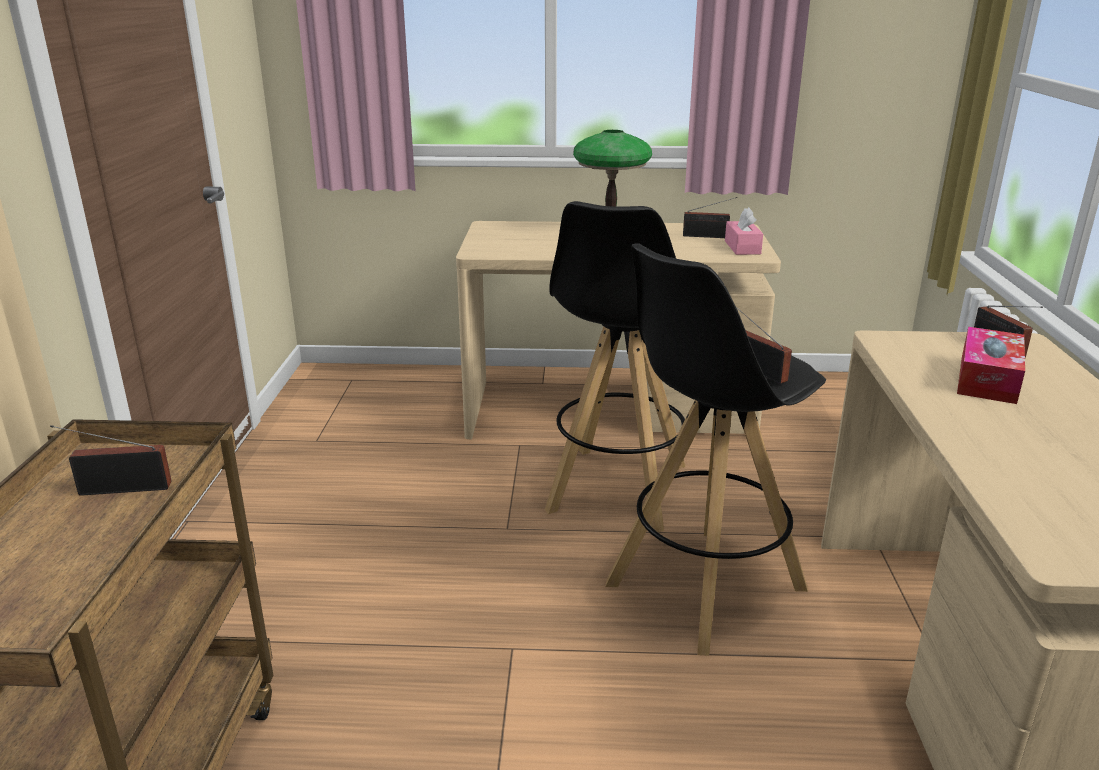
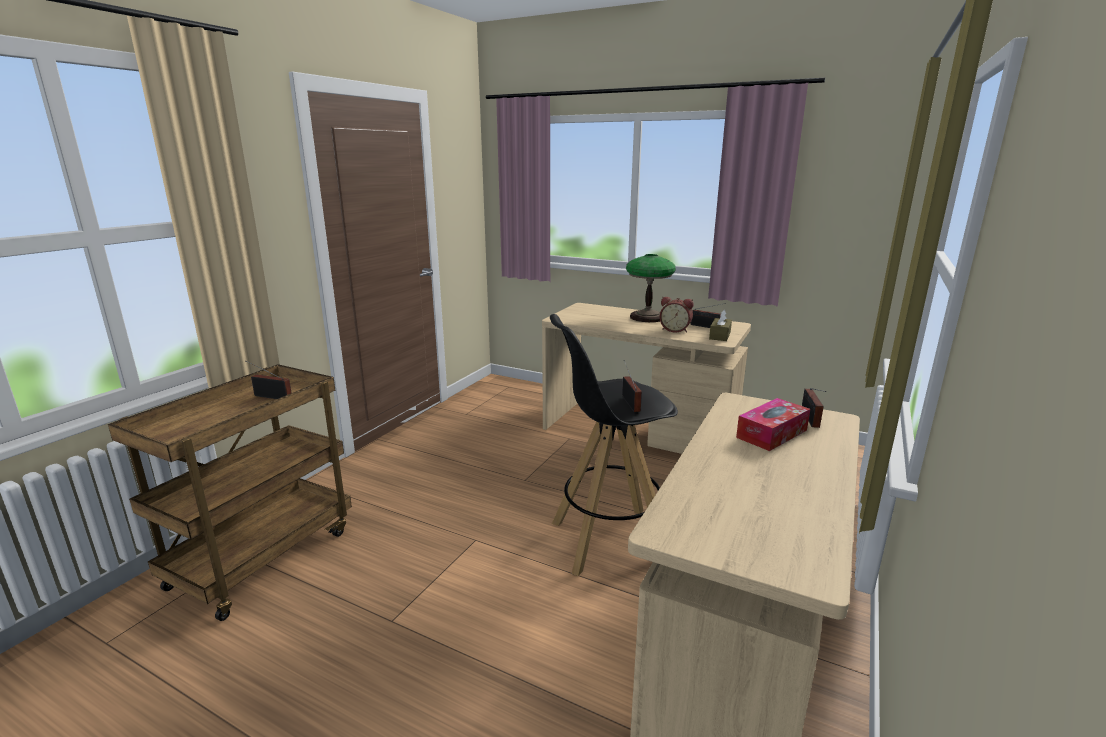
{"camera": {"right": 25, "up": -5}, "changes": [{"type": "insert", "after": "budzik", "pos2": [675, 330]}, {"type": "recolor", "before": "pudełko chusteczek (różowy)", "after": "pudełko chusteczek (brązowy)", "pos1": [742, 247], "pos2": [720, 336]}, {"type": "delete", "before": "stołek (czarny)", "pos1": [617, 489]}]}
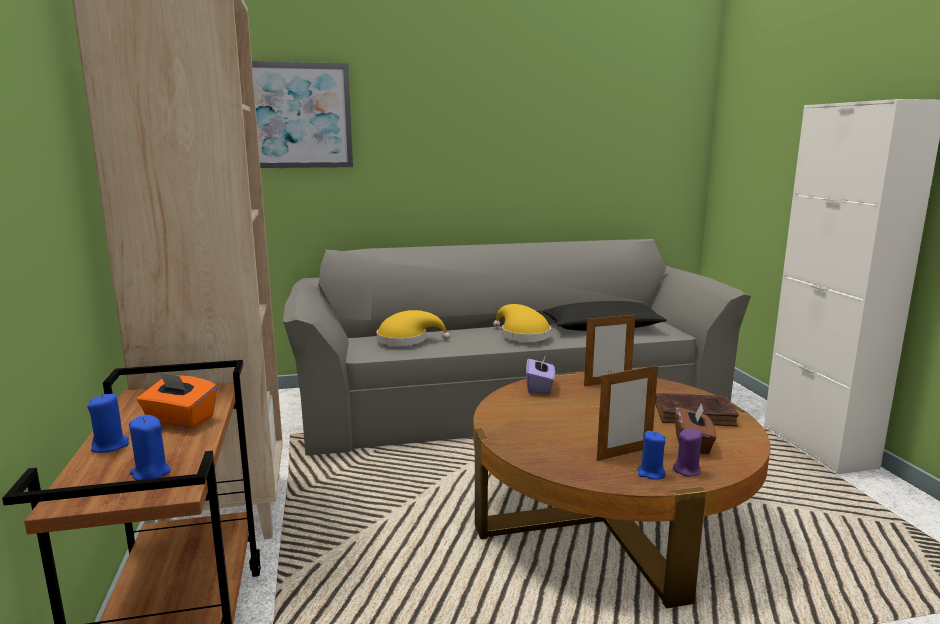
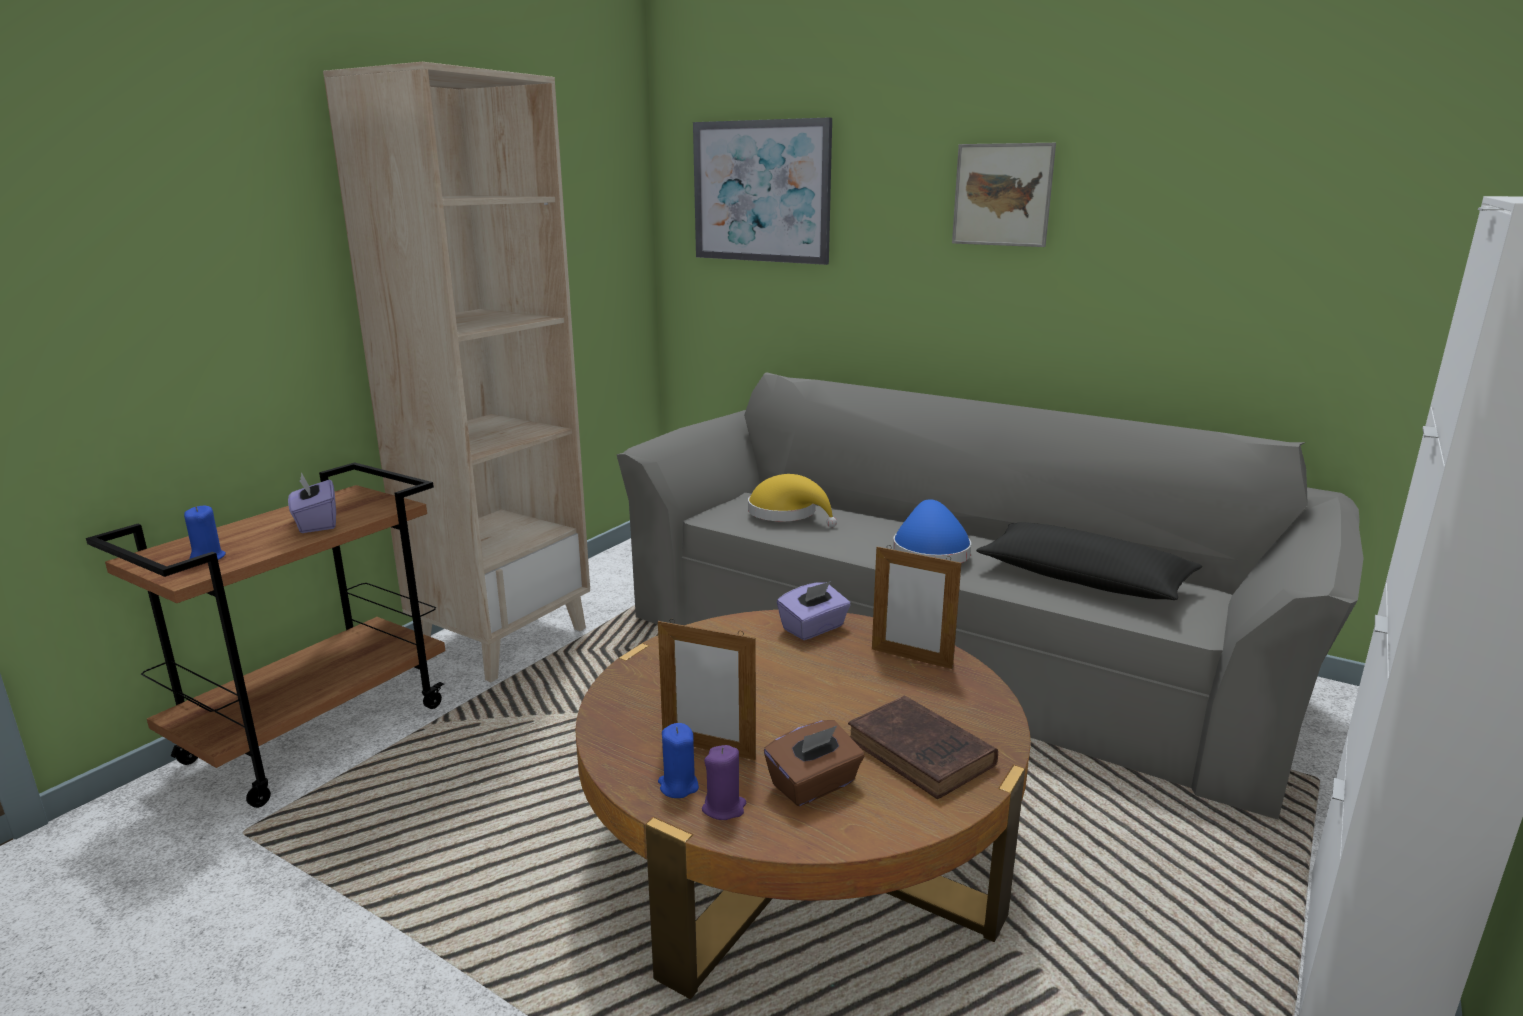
{"camera": {"right": 45, "up": 5}, "changes": [{"type": "recolor", "before": "pudełko chusteczek (pomarańczowy)", "after": "pudełko chusteczek (fioletowy)", "pos1": [180, 420], "pos2": [316, 523]}, {"type": "recolor", "before": "kapelusz (żółty)", "after": "kapelusz (niebieski)", "pos1": [522, 335], "pos2": [929, 551]}, {"type": "insert", "after": "obraz", "pos2": [1002, 195]}, {"type": "delete", "before": "świeca (niebieski)", "pos1": [110, 446]}]}
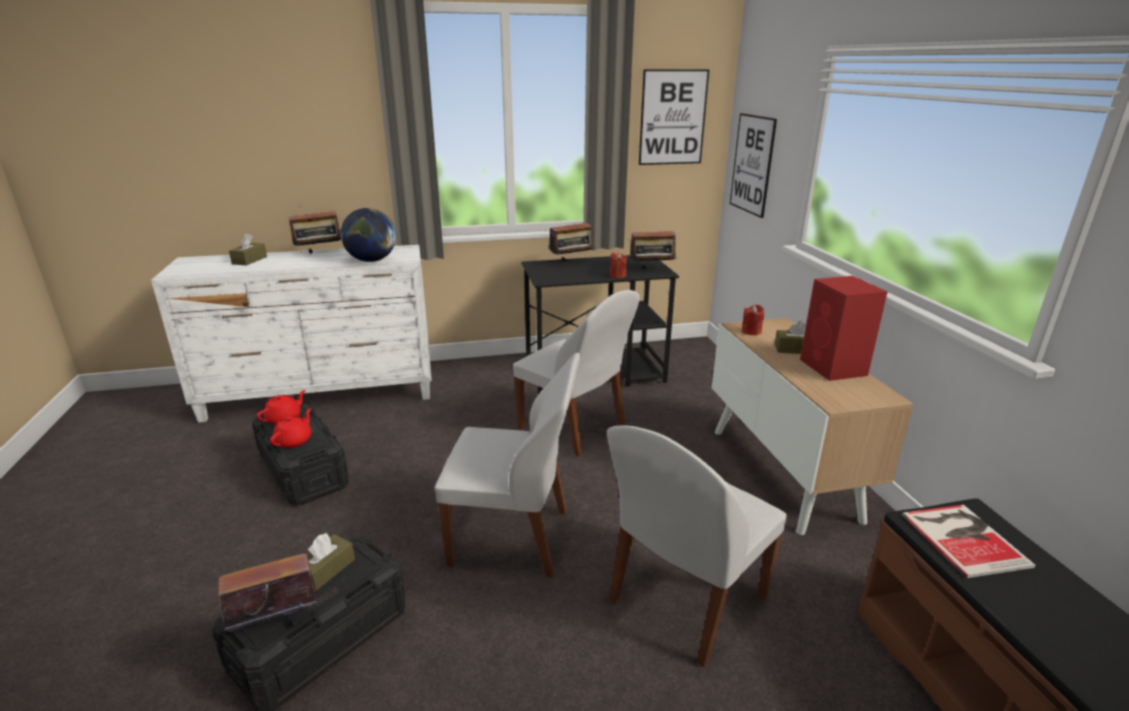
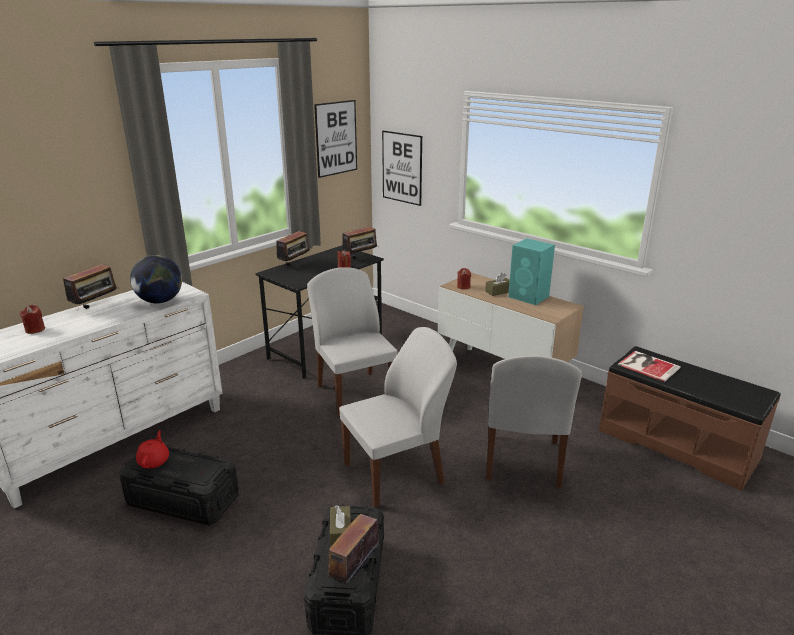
{"camera": {"right": -35, "up": 0}, "changes": [{"type": "replace", "before": "pudełko chusteczek (brązowy)", "after": "świeca (czerwony)", "pos1": [249, 260], "pos2": [35, 330]}, {"type": "rotate", "before": "krzesło (biały)", "pos1": [573, 428], "pos2": [354, 392], "turn": -120}, {"type": "recolor", "before": "głośnik (czerwony)", "after": "głośnik (turkusowy)", "pos1": [834, 368], "pos2": [529, 297]}, {"type": "delete", "before": "imbryk (czerwony)", "pos1": [294, 441]}]}
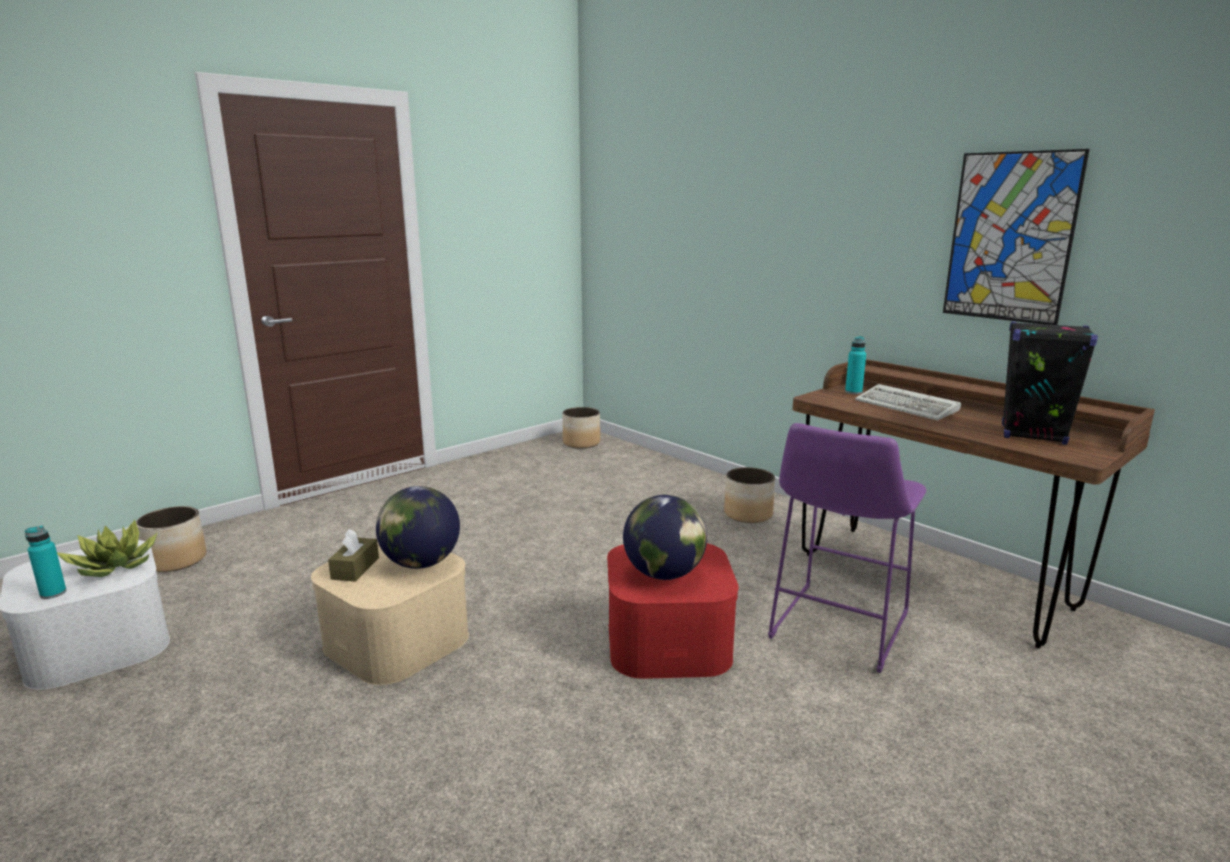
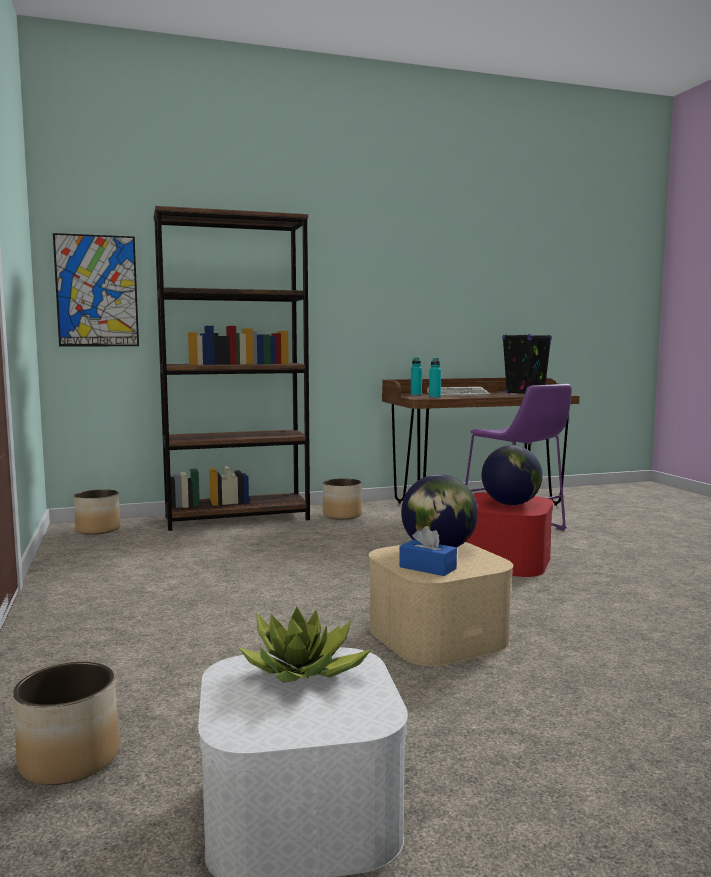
{"camera": {"right": -65, "up": -10}, "changes": [{"type": "move", "before": "obraz", "pos1": [1010, 237], "pos2": [97, 291]}, {"type": "insert", "after": "regał (brązowy)", "pos2": [237, 518]}, {"type": "recolor", "before": "pudełko chusteczek (brązowy)", "after": "pudełko chusteczek (niebieski)", "pos1": [355, 568], "pos2": [427, 568]}, {"type": "move", "before": "butelka (turkusowy)", "pos1": [53, 593], "pos2": [434, 397]}]}
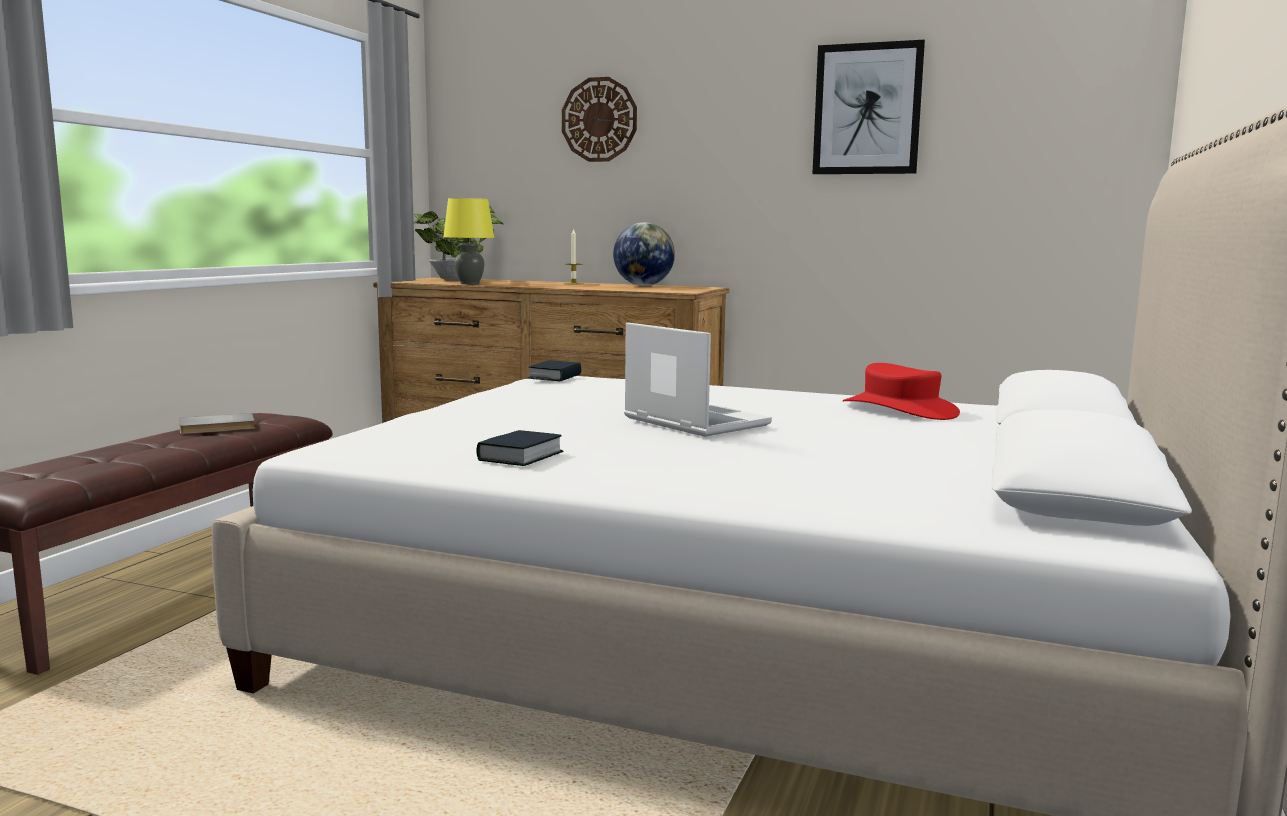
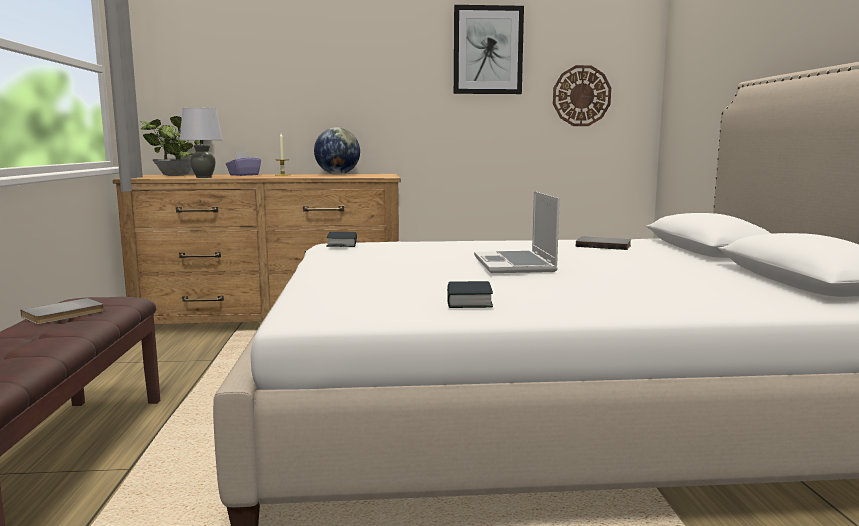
{"camera": {"right": -25, "up": 0}, "changes": [{"type": "recolor", "before": "lampa stołowa (żółty)", "after": "lampa stołowa (szary)", "pos1": [470, 283], "pos2": [204, 177]}, {"type": "insert", "after": "pudełko chusteczek (fioletowy)", "pos2": [244, 175]}, {"type": "rotate", "before": "laptop", "pos1": [693, 422], "pos2": [515, 265], "turn": -120}, {"type": "move", "before": "zegar ścienny", "pos1": [599, 120], "pos2": [581, 96]}, {"type": "replace", "before": "kapelusz (czerwony)", "after": "książka (szary)", "pos1": [900, 409], "pos2": [603, 245]}]}
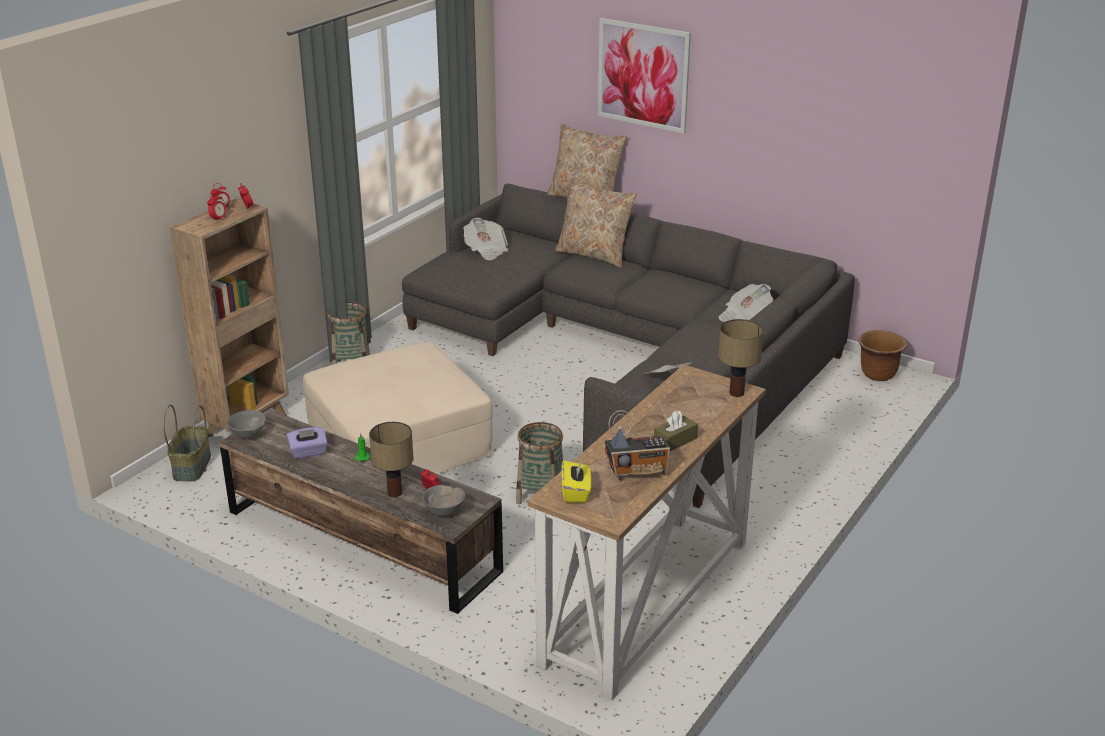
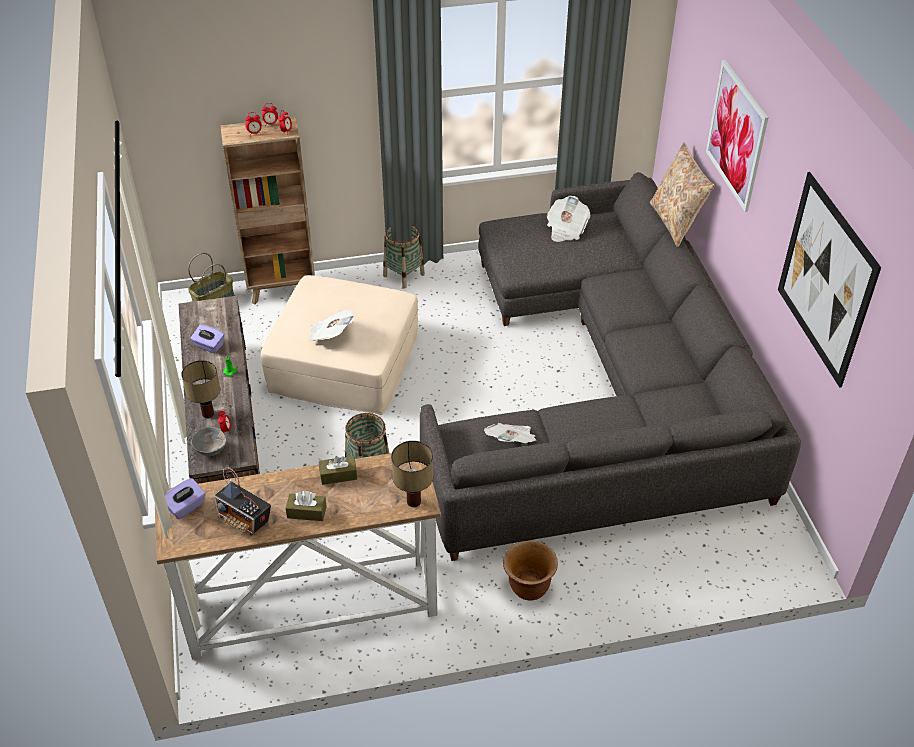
{"camera": {"right": 45, "up": 15}, "changes": [{"type": "recolor", "before": "pudełko chusteczek (żółty)", "after": "pudełko chusteczek (fioletowy)", "pos1": [576, 493], "pos2": [186, 507]}, {"type": "move", "before": "gazeta", "pos1": [744, 317], "pos2": [331, 335]}, {"type": "insert", "after": "pudełko chusteczek (brązowy)", "pos2": [338, 475]}, {"type": "move", "before": "donica (brązowy)", "pos1": [878, 375], "pos2": [528, 588]}, {"type": "insert", "after": "obraz", "pos2": [825, 279]}, {"type": "delete", "before": "miska (szary)", "pos1": [248, 436]}, {"type": "delete", "before": "poduszka (beżowy)", "pos1": [594, 254]}]}
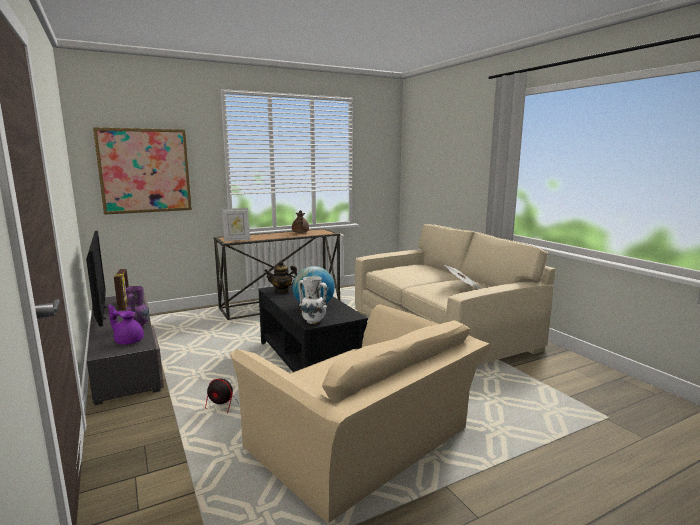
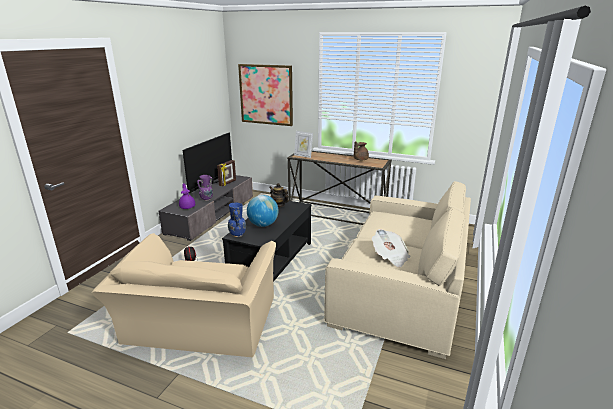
{"camera": {"right": 50, "up": 10}, "changes": [{"type": "recolor", "before": "wazon (biały)", "after": "wazon (niebieski)", "pos1": [313, 321], "pos2": [237, 235]}]}
